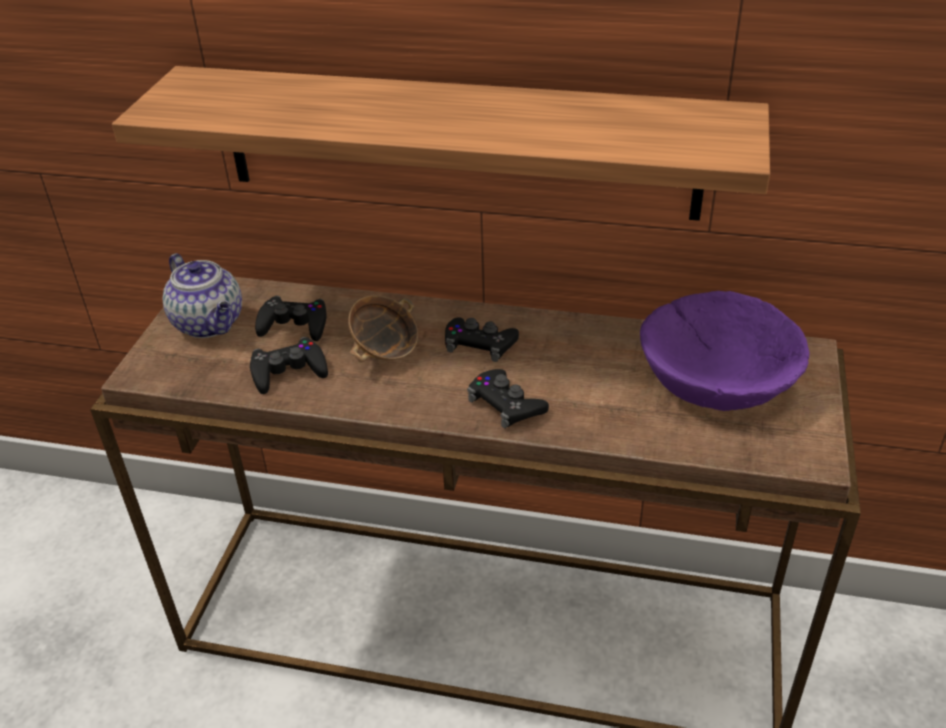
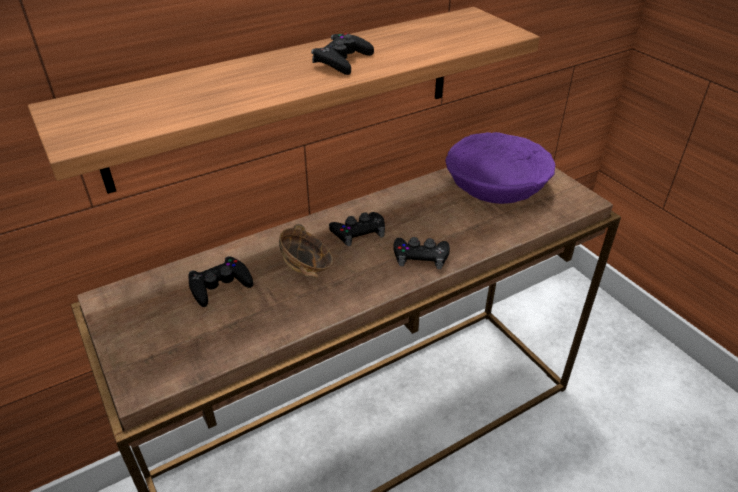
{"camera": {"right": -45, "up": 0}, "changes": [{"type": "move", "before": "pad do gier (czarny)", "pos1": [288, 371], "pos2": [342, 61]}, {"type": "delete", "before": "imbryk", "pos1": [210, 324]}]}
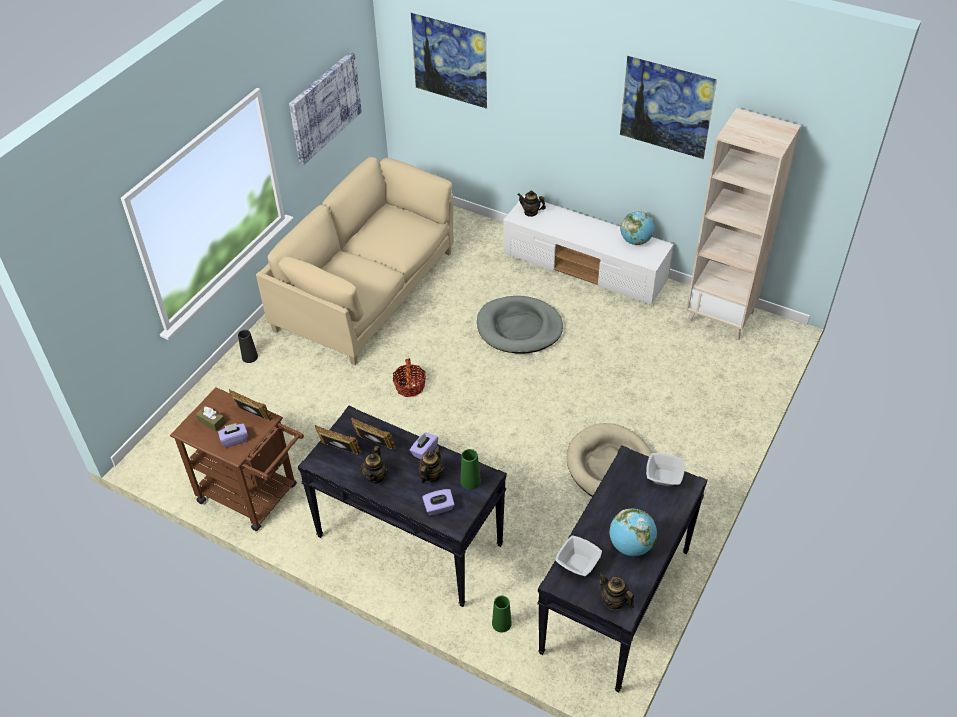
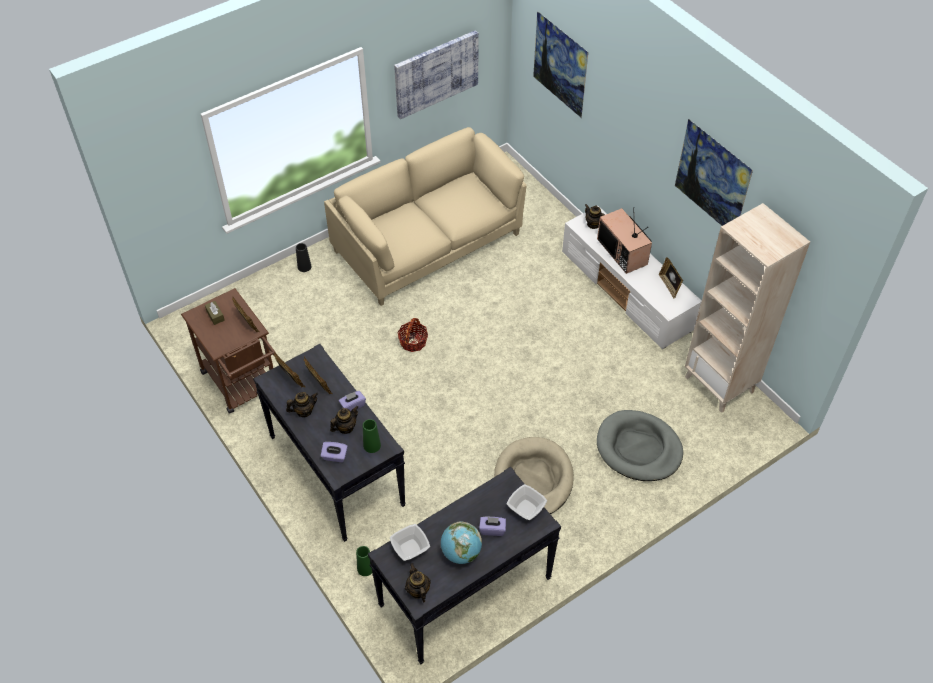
{"camera": {"right": 25, "up": 5}, "changes": [{"type": "rotate", "before": "imbryk", "pos1": [375, 477], "pos2": [304, 411], "turn": -150}, {"type": "move", "before": "pudełko chusteczek (fioletowy)", "pos1": [234, 439], "pos2": [492, 529]}, {"type": "insert", "after": "telewizor", "pos2": [623, 252]}, {"type": "move", "before": "legowisko (szary)", "pos1": [519, 328], "pos2": [638, 448]}, {"type": "replace", "before": "globus", "after": "ramka na zdjęcie", "pos1": [636, 241], "pos2": [669, 286]}]}
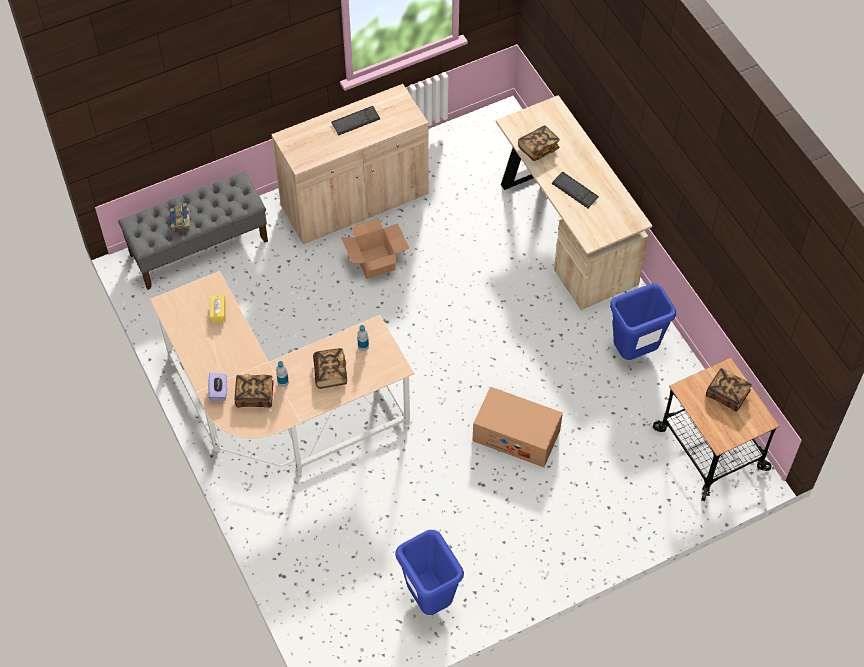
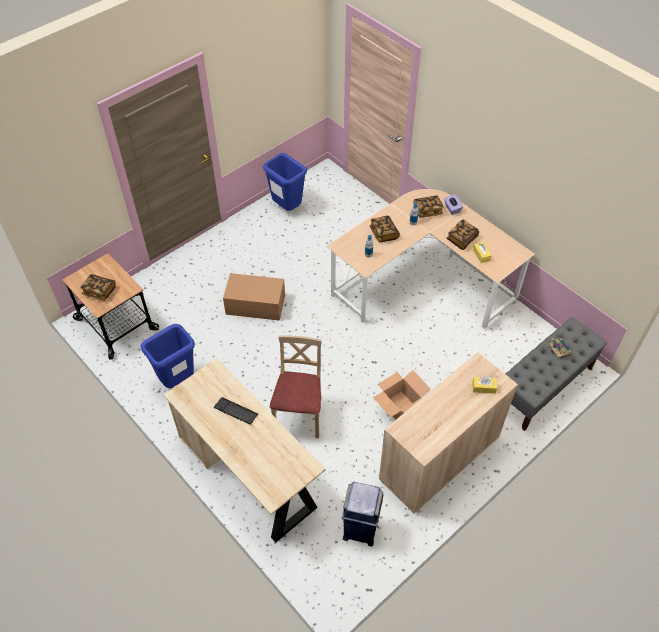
{"camera": {"right": 165, "up": -5}, "changes": [{"type": "insert", "after": "krzesło (beżowy)", "pos2": [299, 416]}, {"type": "insert", "after": "kosz na śmieci (niebieski)", "pos2": [361, 528]}, {"type": "move", "before": "książka", "pos1": [538, 148], "pos2": [462, 239]}, {"type": "insert", "after": "pudełko chusteczek (żółty)", "pos2": [483, 388]}, {"type": "delete", "before": "klawiatura", "pos1": [355, 121]}]}
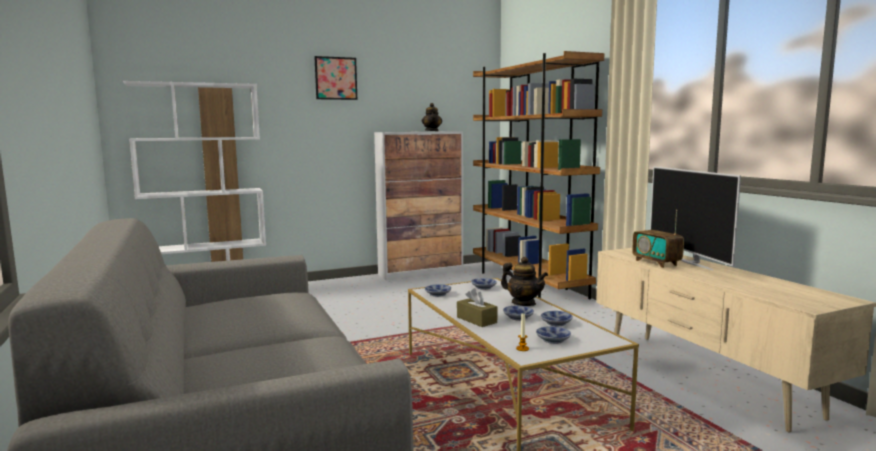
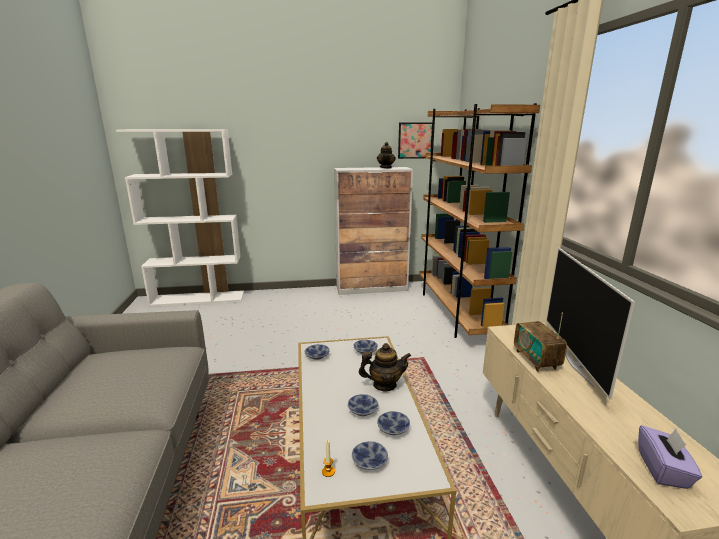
{"camera": {"right": 15, "up": 10}, "changes": [{"type": "rotate", "before": "imbryk", "pos1": [523, 303], "pos2": [384, 385], "turn": -60}, {"type": "move", "before": "obraz", "pos1": [336, 78], "pos2": [415, 140]}, {"type": "insert", "after": "pudełko chusteczek (fioletowy)", "pos2": [663, 470]}, {"type": "delete", "before": "pudełko chusteczek (brązowy)", "pos1": [476, 320]}]}
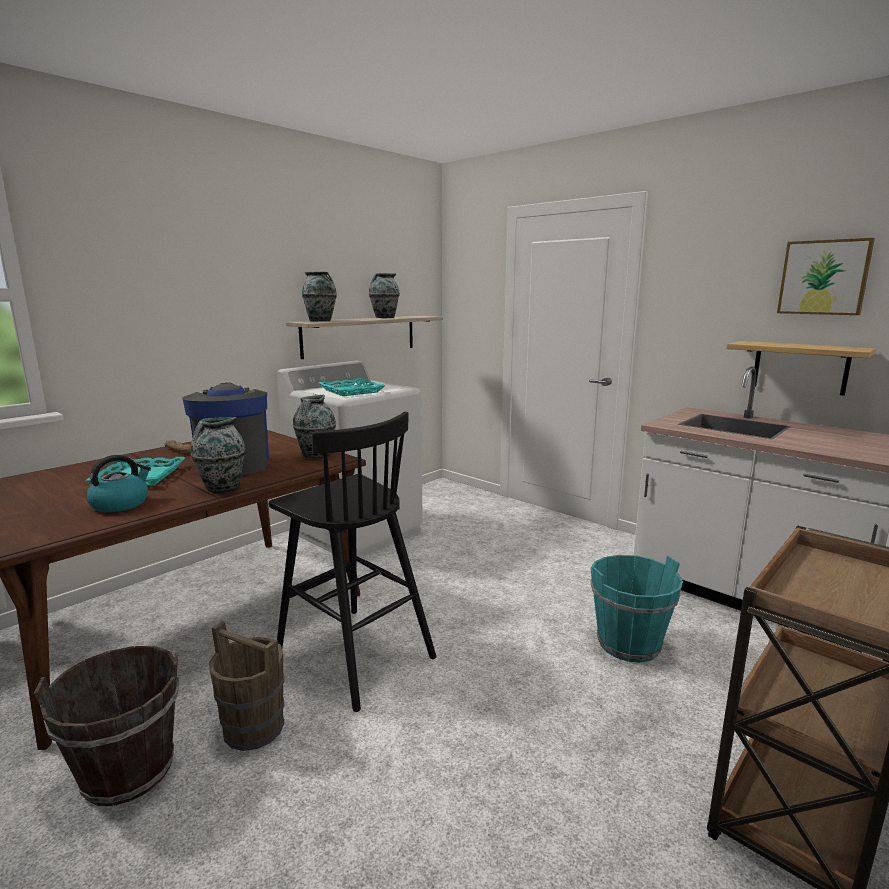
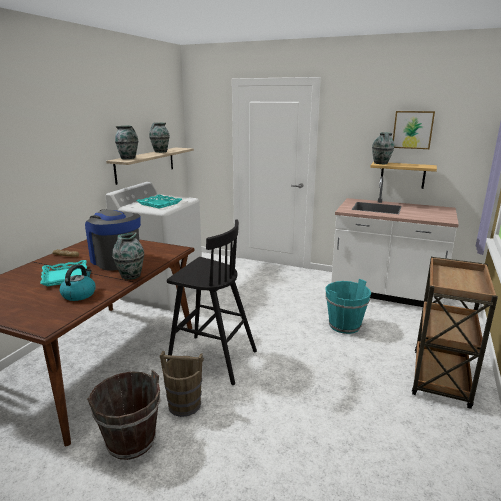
{"camera": {"right": -20, "up": 5}, "changes": [{"type": "move", "before": "wazon", "pos1": [316, 455], "pos2": [381, 163]}]}
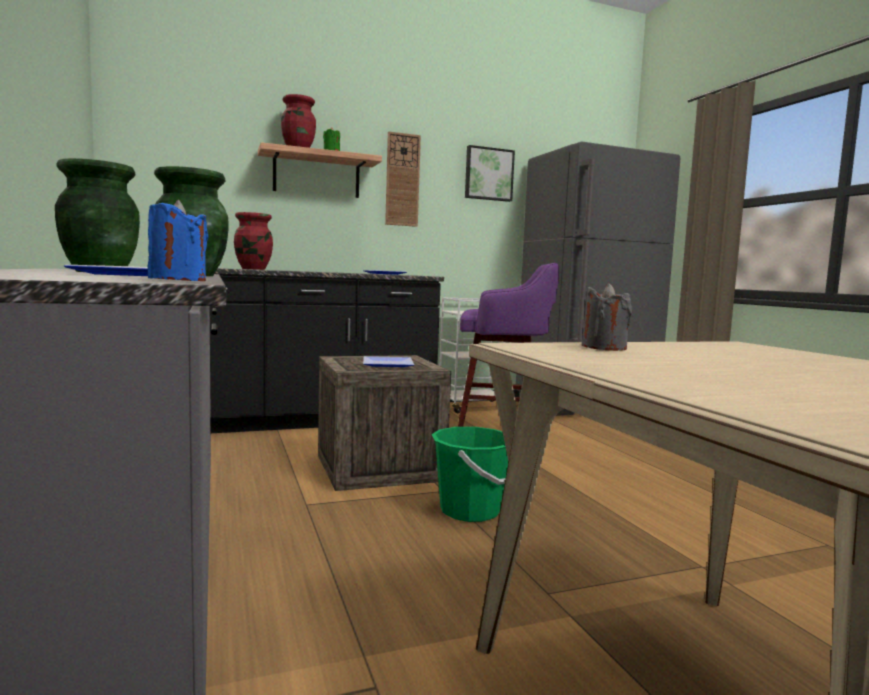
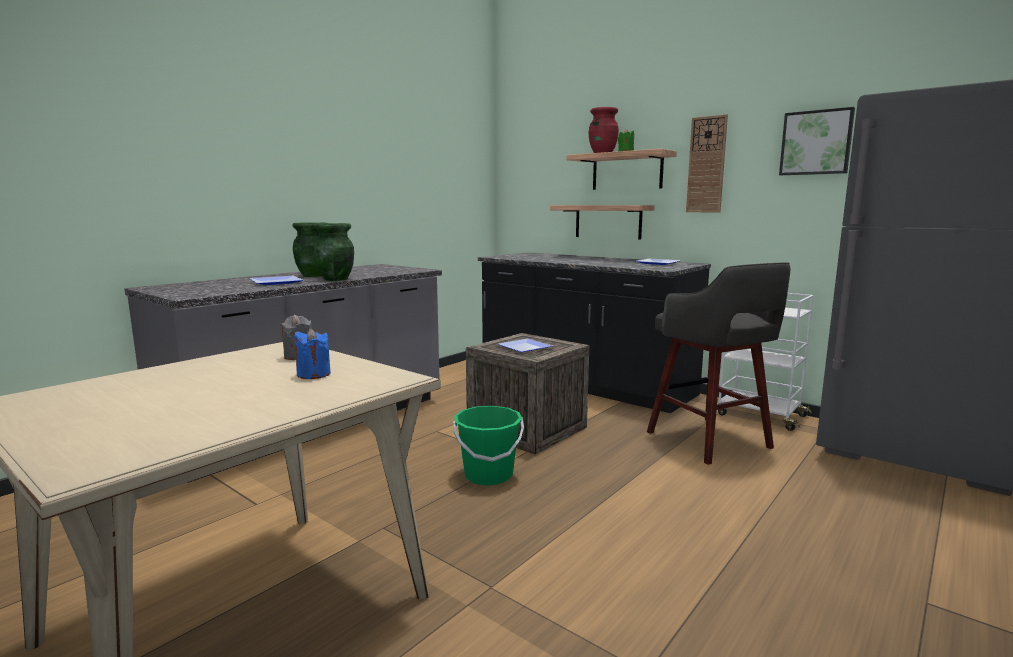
{"camera": {"right": 60, "up": 5}, "changes": [{"type": "move", "before": "świeca (niebieski)", "pos1": [178, 280], "pos2": [313, 374]}, {"type": "insert", "after": "półka", "pos2": [608, 221]}, {"type": "recolor", "before": "stołek (fioletowy)", "after": "stołek (szary)", "pos1": [501, 429], "pos2": [711, 441]}, {"type": "delete", "before": "wazon (czerwony)", "pos1": [253, 269]}]}
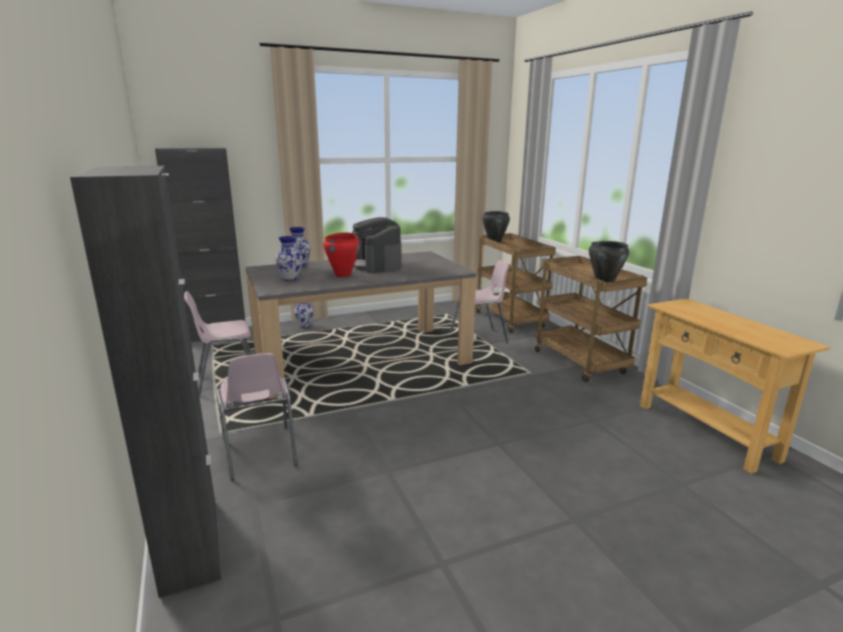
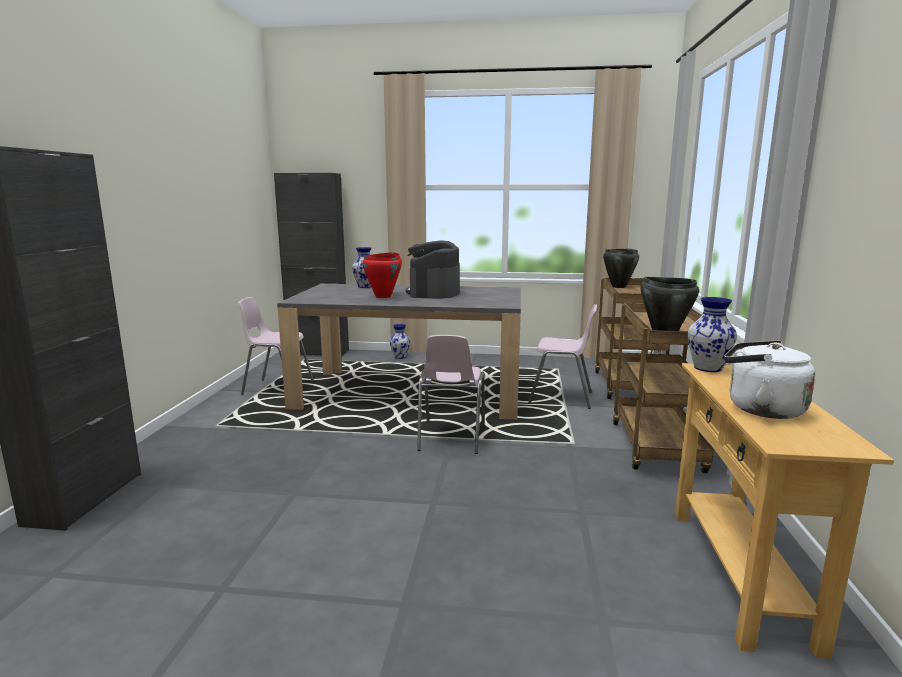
{"camera": {"right": 30, "up": -5}, "changes": [{"type": "move", "before": "krzesło (różowy)", "pos1": [259, 453], "pos2": [450, 438]}, {"type": "move", "before": "wazon", "pos1": [290, 278], "pos2": [707, 368]}, {"type": "insert", "after": "czajnik (biały)", "pos2": [760, 409]}]}
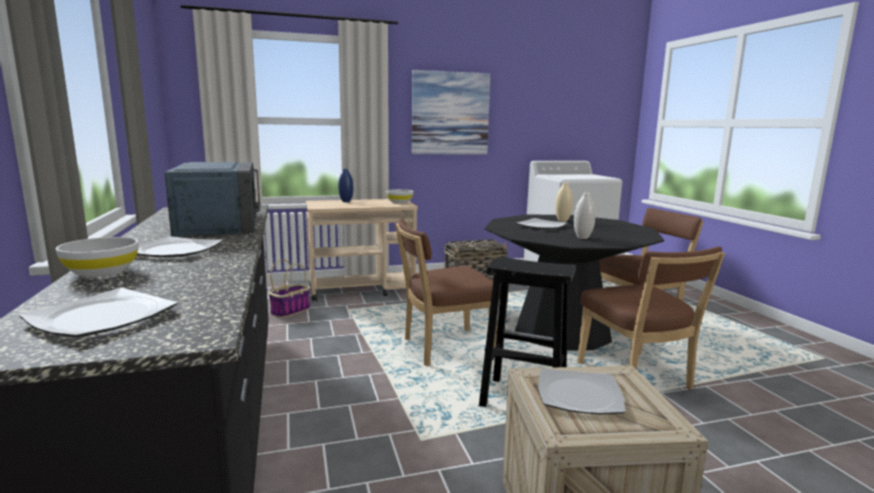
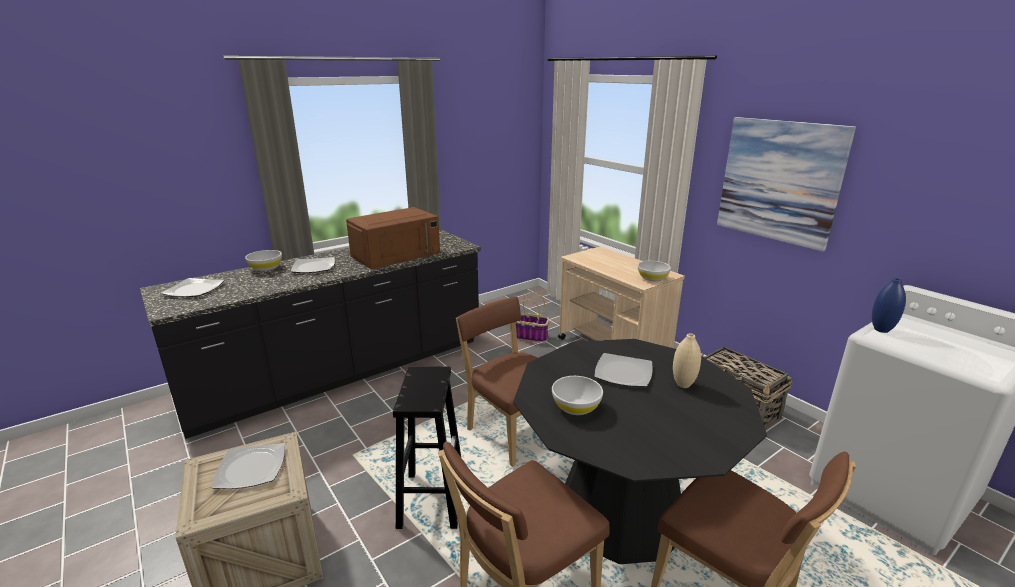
{"camera": {"right": 70, "up": 10}, "changes": [{"type": "recolor", "before": "mikrofalówka (niebieski)", "after": "mikrofalówka (brązowy)", "pos1": [218, 223], "pos2": [396, 254]}, {"type": "replace", "before": "wazon (biały)", "after": "miska (biały)", "pos1": [582, 238], "pos2": [576, 407]}, {"type": "move", "before": "wazon (niebieski)", "pos1": [346, 201], "pos2": [881, 330]}]}
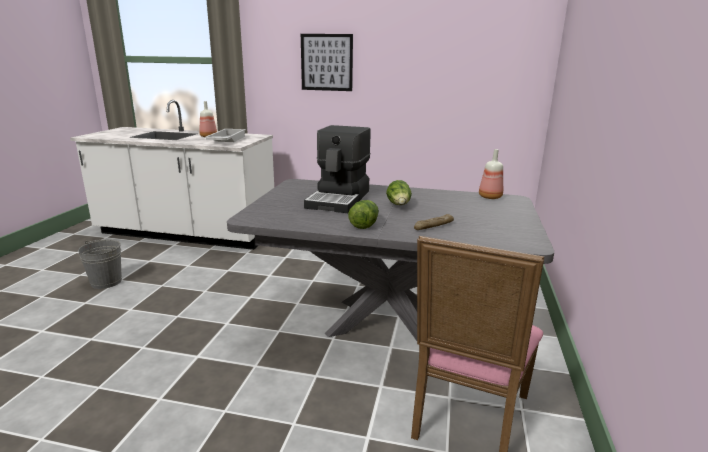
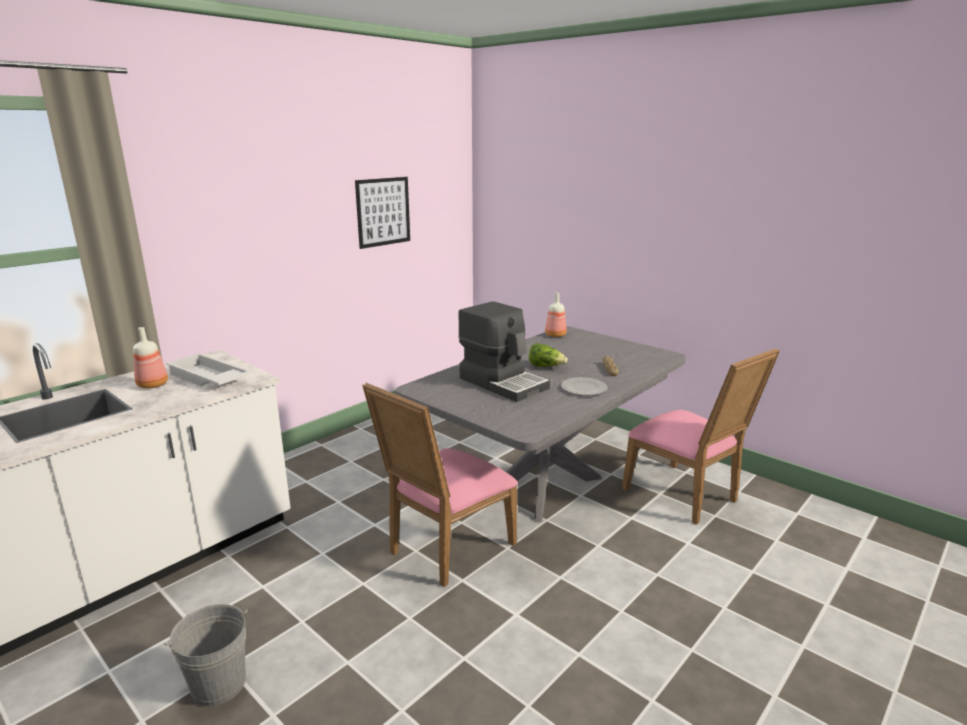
{"camera": {"right": -60, "up": 0}, "changes": [{"type": "move", "before": "obraz", "pos1": [326, 62], "pos2": [383, 212]}, {"type": "insert", "after": "krzesło (różowy)", "pos2": [445, 549]}, {"type": "replace", "before": "sałata", "after": "talerz", "pos1": [364, 224], "pos2": [584, 389]}]}
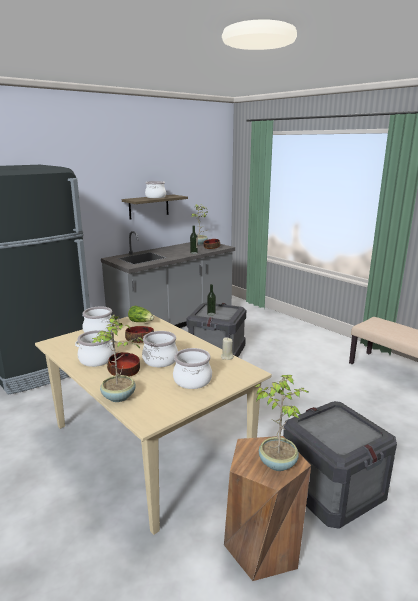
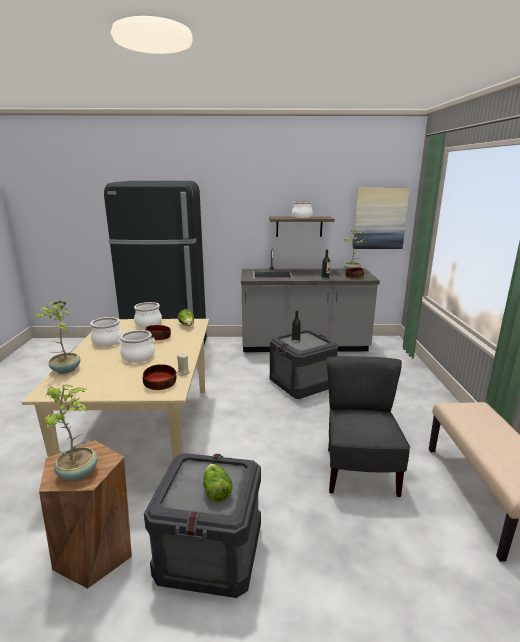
{"camera": {"right": 40, "up": 0}, "changes": [{"type": "move", "before": "miska", "pos1": [124, 371], "pos2": [159, 384]}, {"type": "insert", "after": "sałata", "pos2": [216, 491]}, {"type": "insert", "after": "krzesło (szary)", "pos2": [359, 471]}, {"type": "insert", "after": "obraz", "pos2": [379, 218]}, {"type": "delete", "before": "garnek", "pos1": [193, 380]}]}
